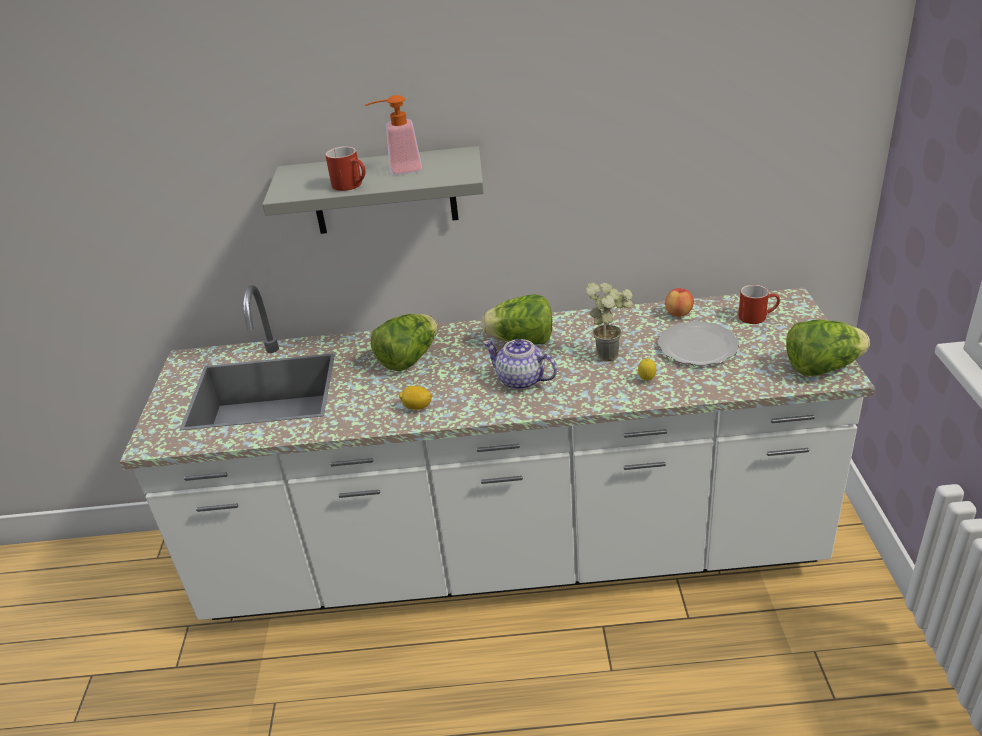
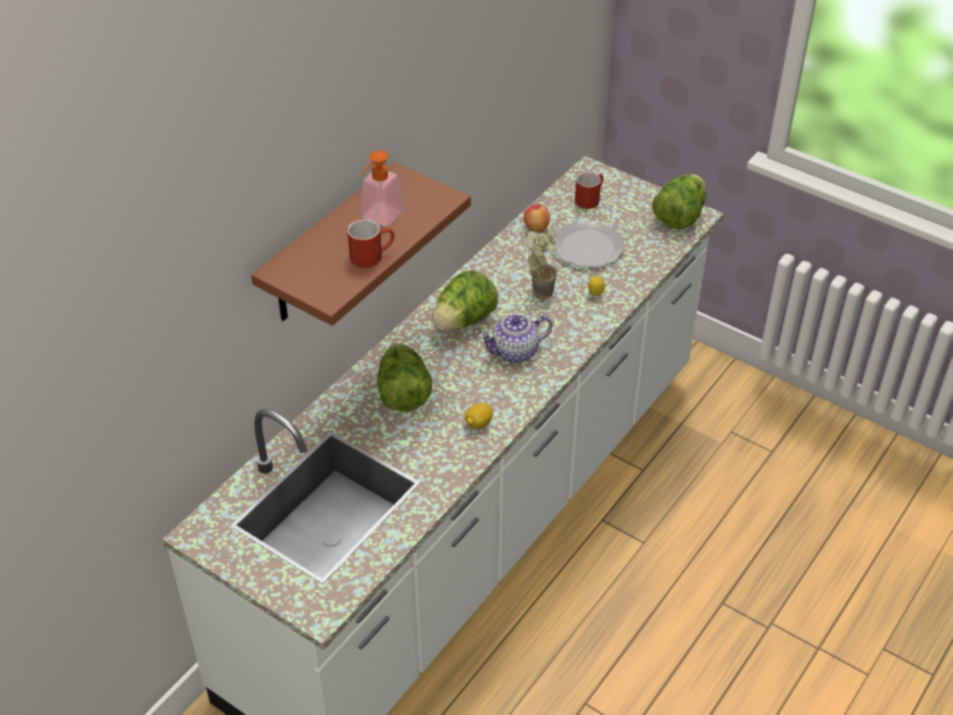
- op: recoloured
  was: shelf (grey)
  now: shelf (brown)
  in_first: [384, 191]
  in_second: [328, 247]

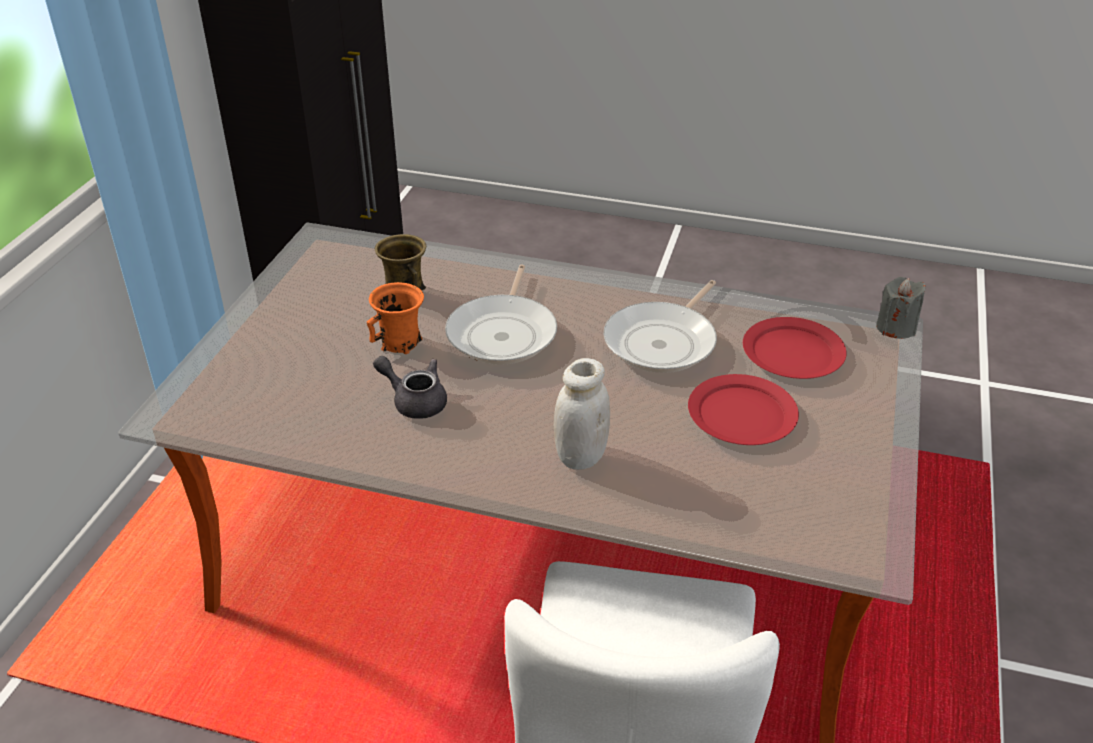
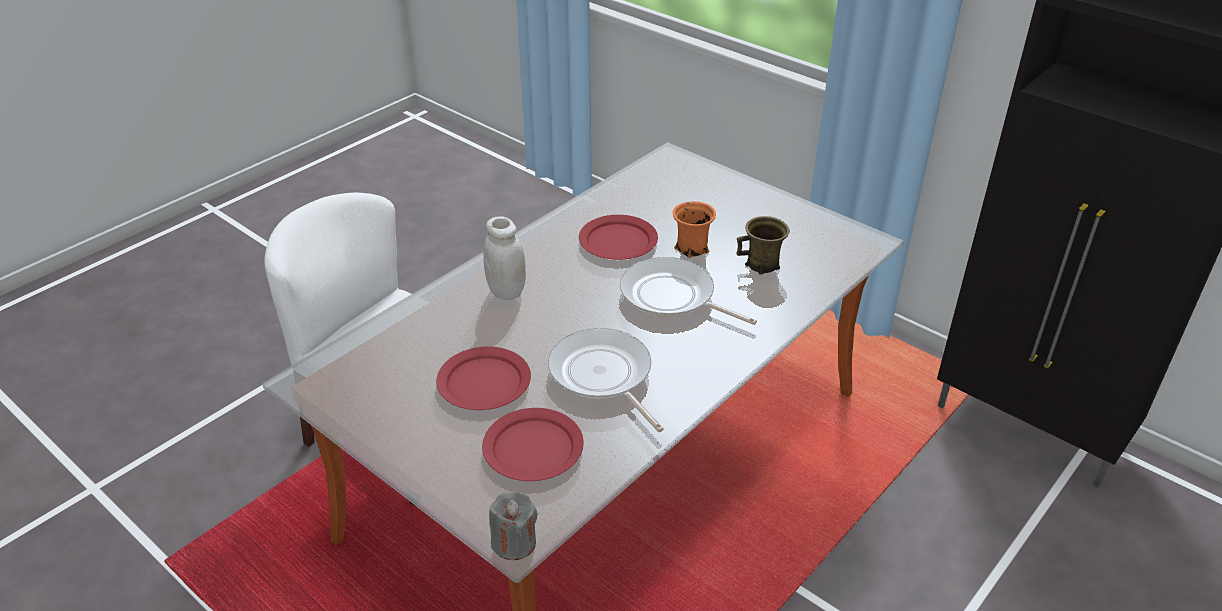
- op: replaced
  was: teapot (grey)
  now: plate (red)
  in_first: [414, 401]
  in_second: [618, 240]

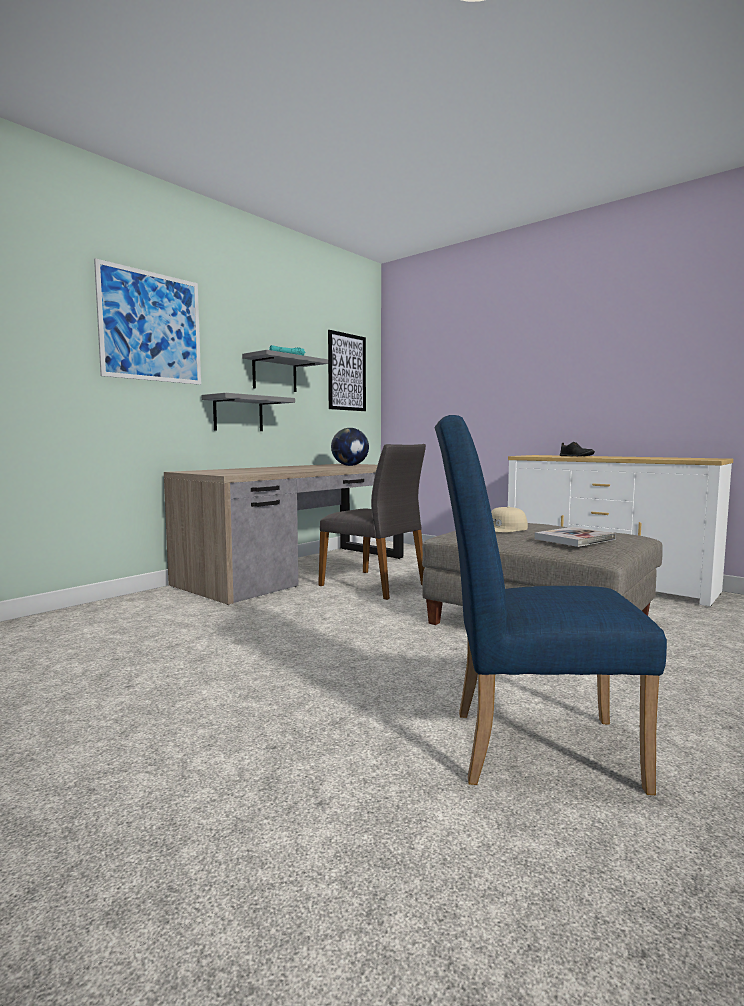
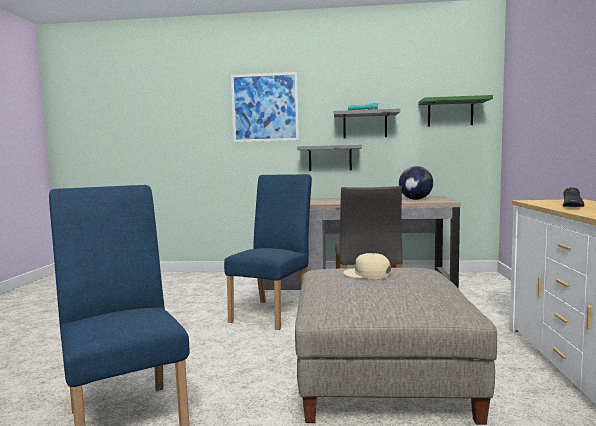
- op: replaced
  was: picture
  now: shelf (green)
  in_first: [346, 372]
  in_second: [450, 113]
- op: removed
  was: book
  in_first: [574, 539]
- op: added
  now: chair (blue)
  in_second: [273, 312]

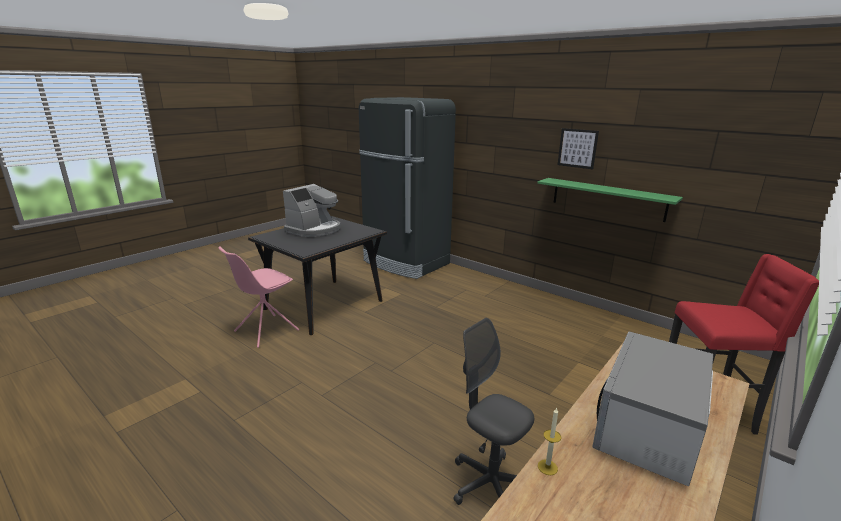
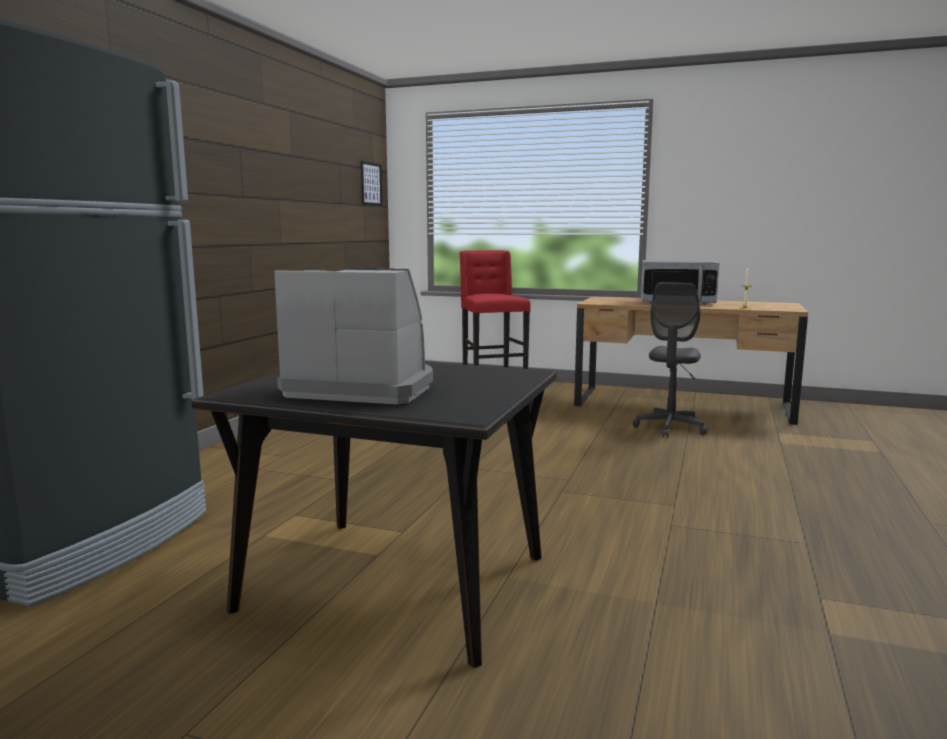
- op: moved
  was: picture
  in_first: [577, 148]
  in_second: [371, 184]
- op: removed
  was: shelf (green)
  in_first: [607, 199]
- op: removed
  was: chair (pink)
  in_first: [265, 331]

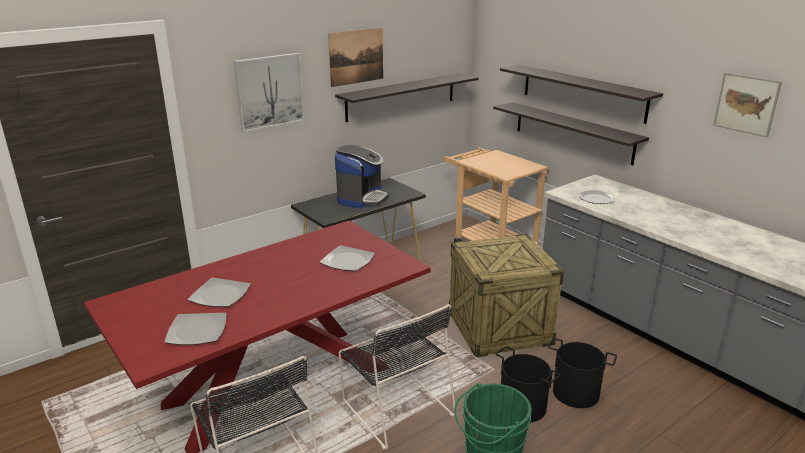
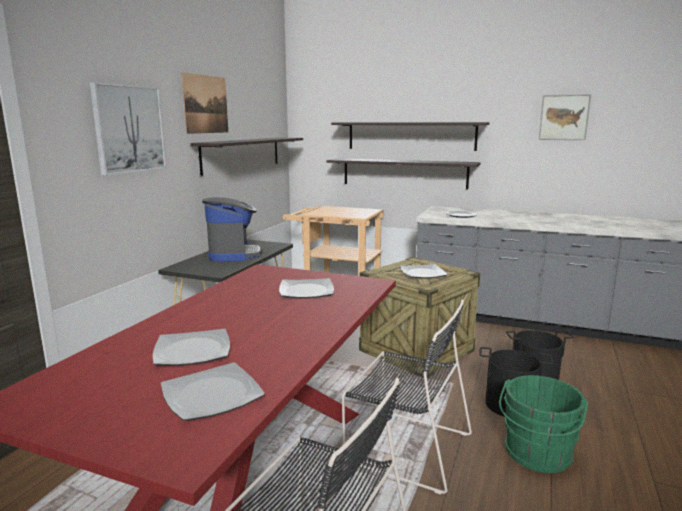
- op: added
  now: plate
  in_second: [422, 273]

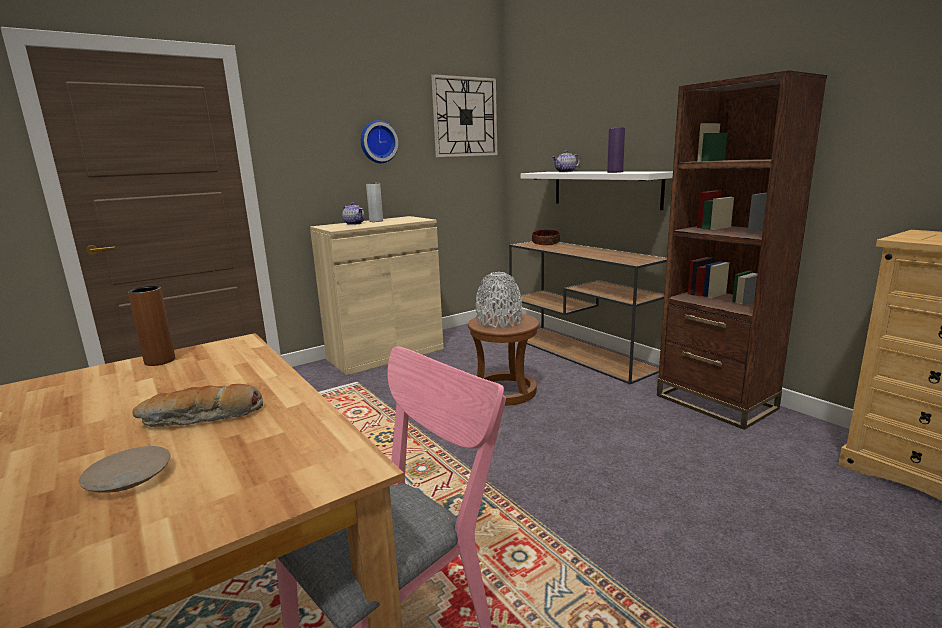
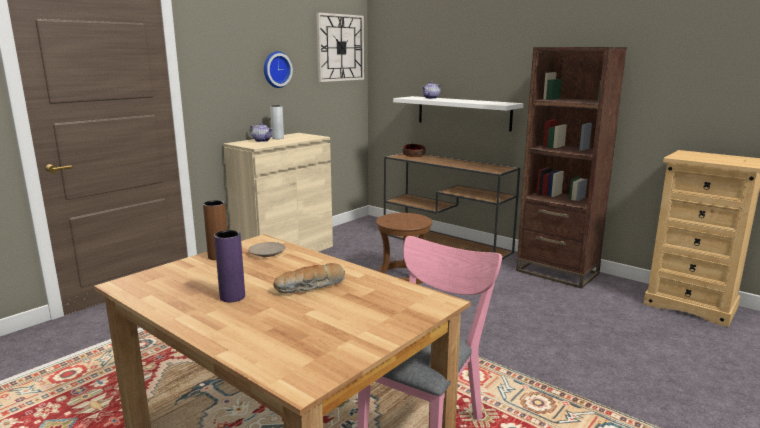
- op: moved
  was: vase (purple)
  in_first: [615, 172]
  in_second: [232, 297]
- op: removed
  was: vase (grey)
  in_first: [499, 321]
- op: moved
  was: plate (beige)
  in_first: [129, 478]
  in_second: [267, 253]

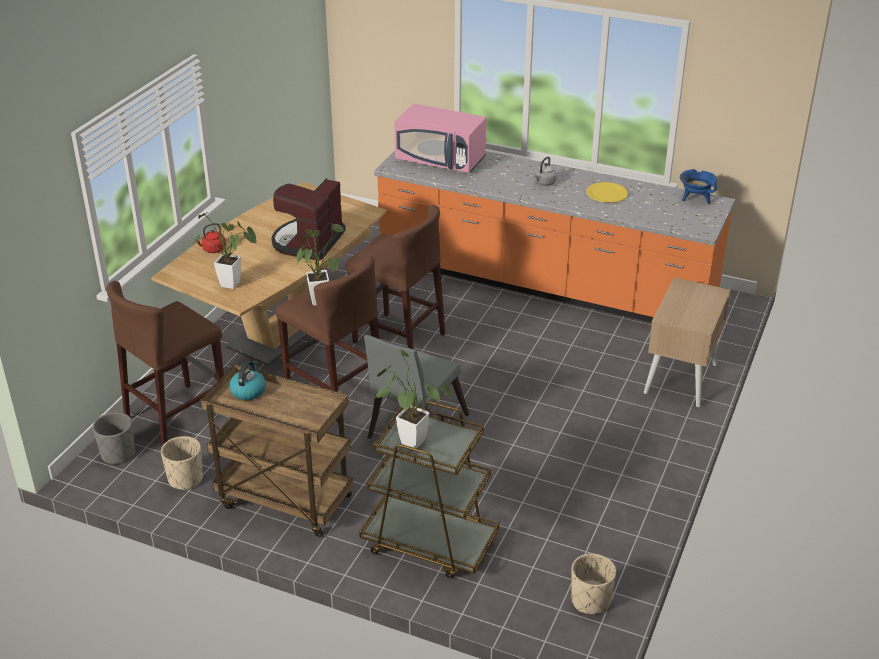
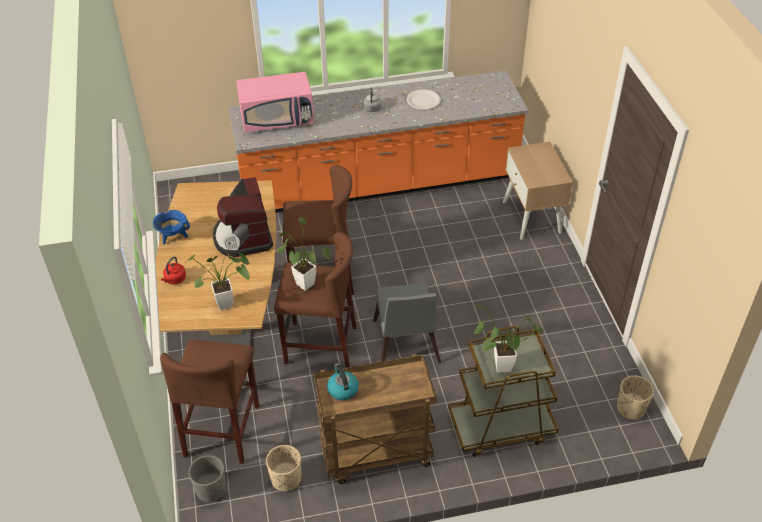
- op: moved
  was: cooking pot (blue)
  in_first: [695, 199]
  in_second: [173, 237]
- op: recoloured
  was: plate (yellow)
  now: plate (white)
  in_first: [607, 194]
  in_second: [423, 100]

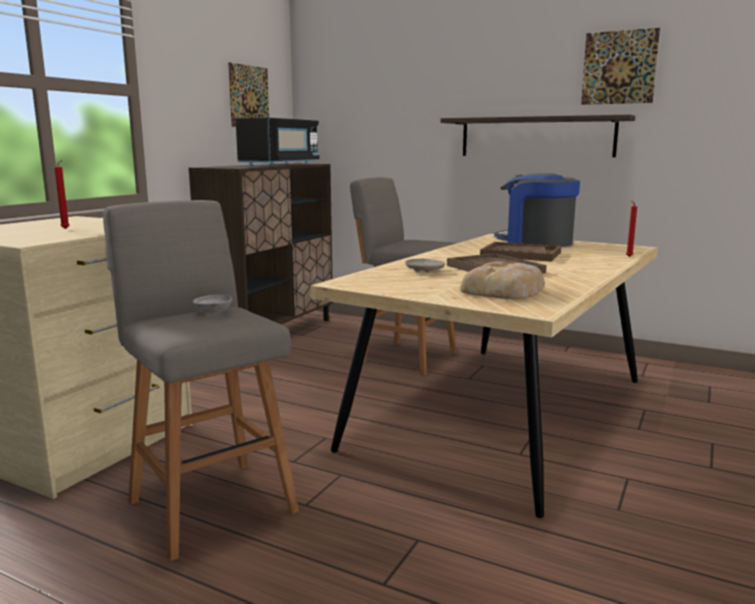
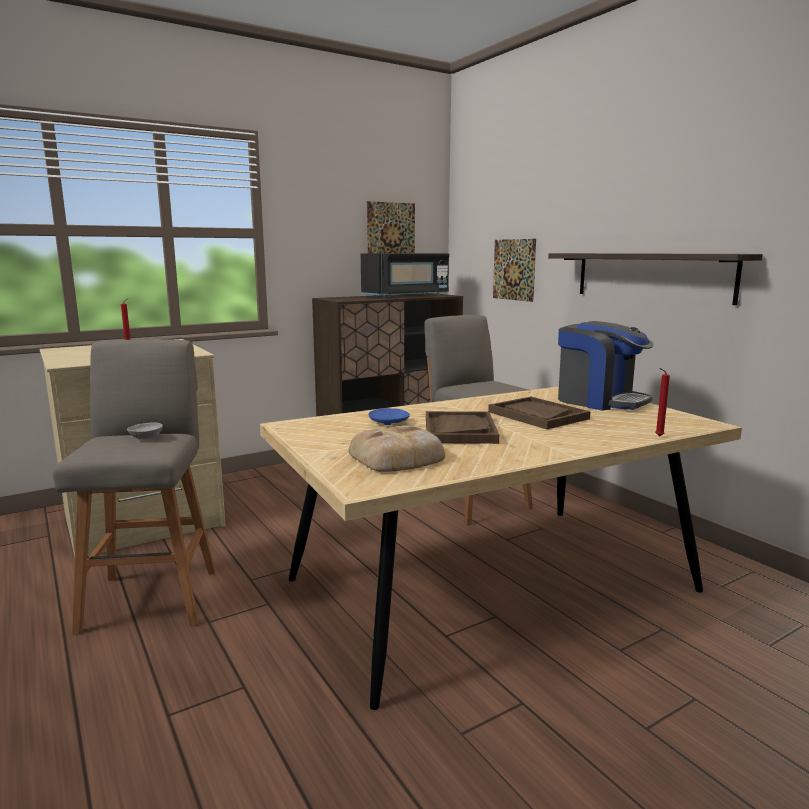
- op: moved
  was: picture
  in_first: [619, 67]
  in_second: [514, 269]
- op: turned
  was: coffee machine
  in_first: [535, 242]
  in_second: [599, 401]
  clockwise: 150
- op: recoloured
  was: plate (beige)
  now: plate (blue)
  in_first: [425, 271]
  in_second: [389, 422]

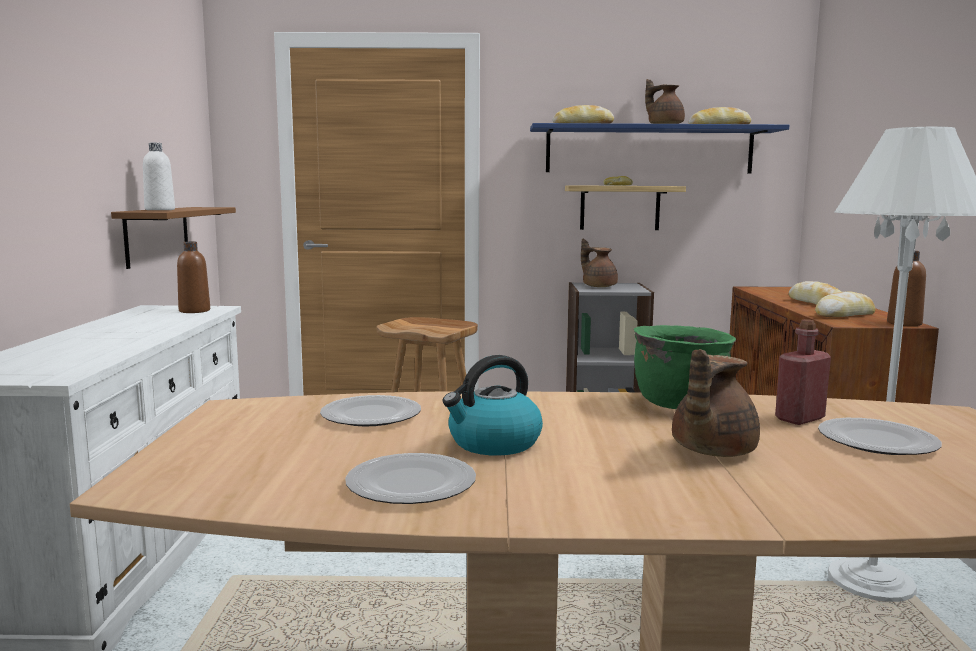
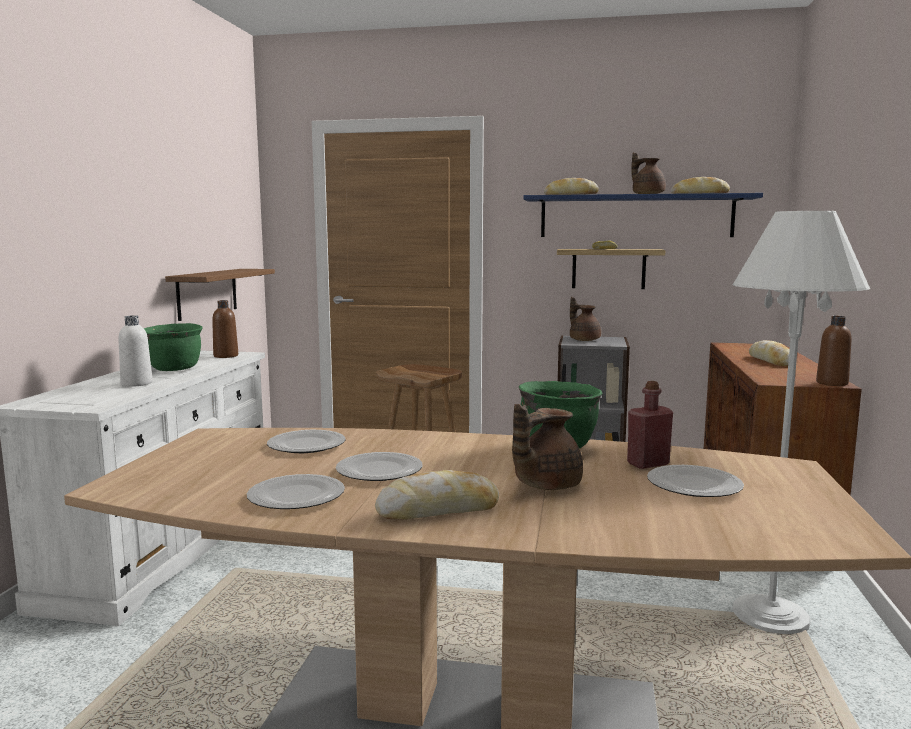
- op: moved
  was: bottle (white)
  in_first: [160, 210]
  in_second: [136, 383]
- op: moved
  was: bread
  in_first: [845, 315]
  in_second: [438, 510]
- op: replaced
  was: kettle
  now: plate
  in_first: [493, 443]
  in_second: [380, 470]
- op: added
  now: cooking pot (green)
  in_second: [174, 369]

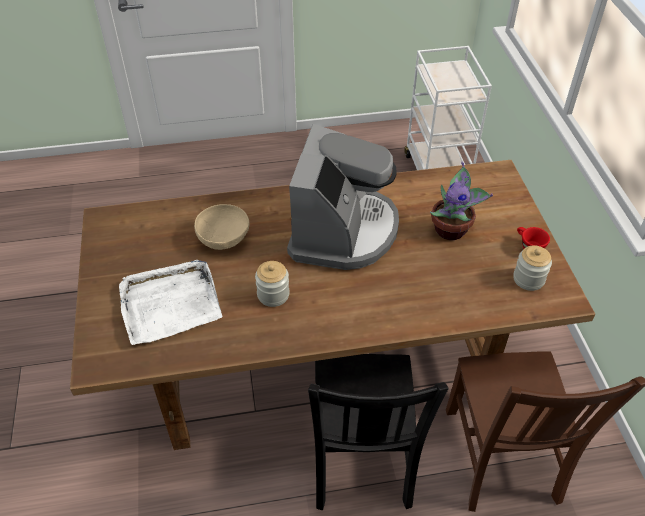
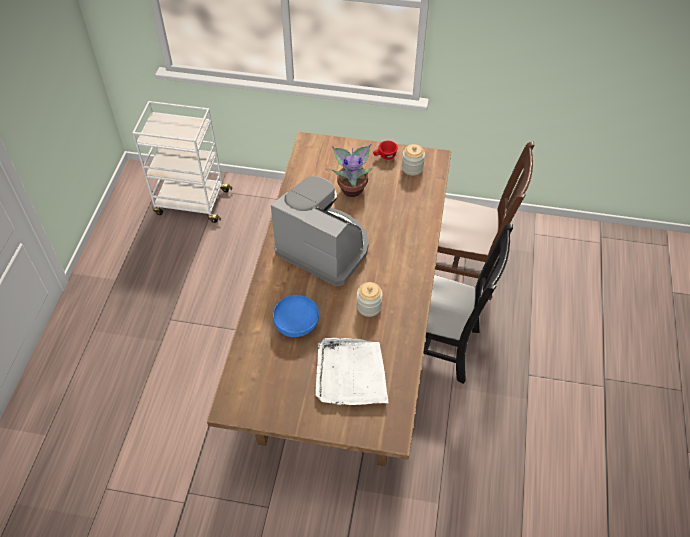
- op: recoloured
  was: bowl (beige)
  now: bowl (blue)
  in_first: [224, 238]
  in_second: [296, 323]

